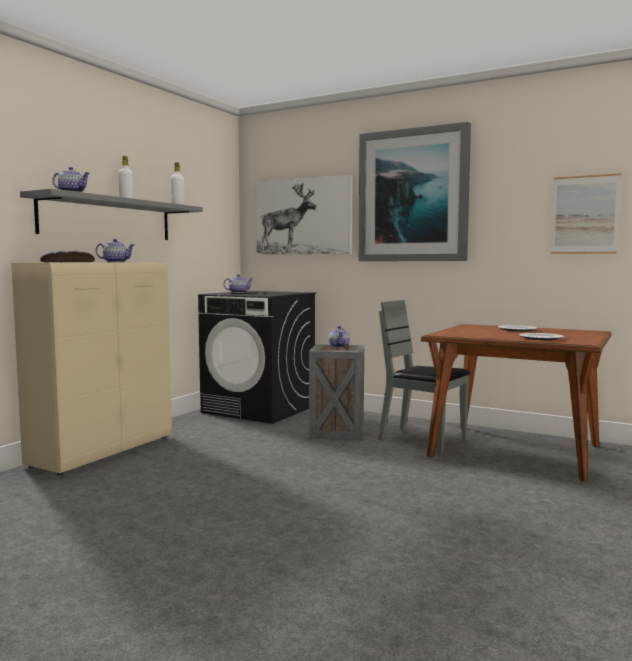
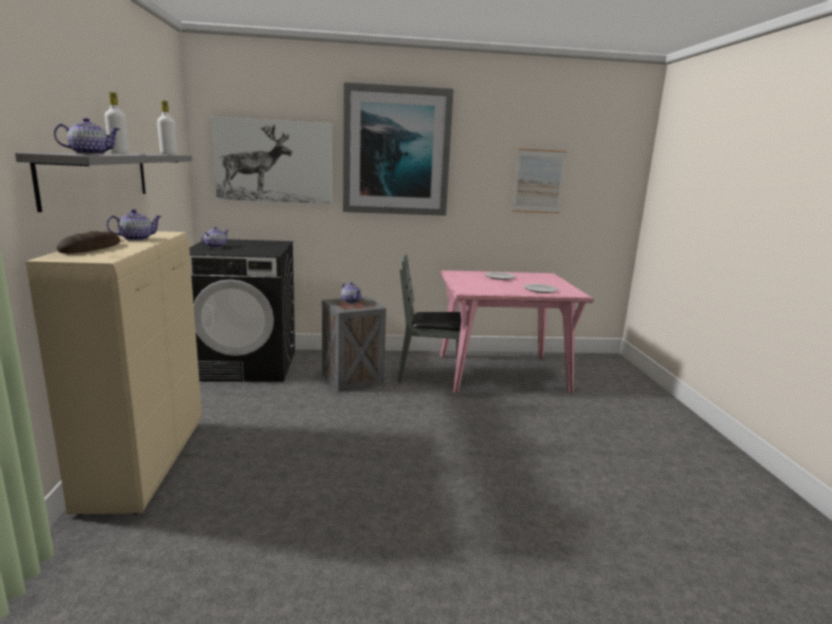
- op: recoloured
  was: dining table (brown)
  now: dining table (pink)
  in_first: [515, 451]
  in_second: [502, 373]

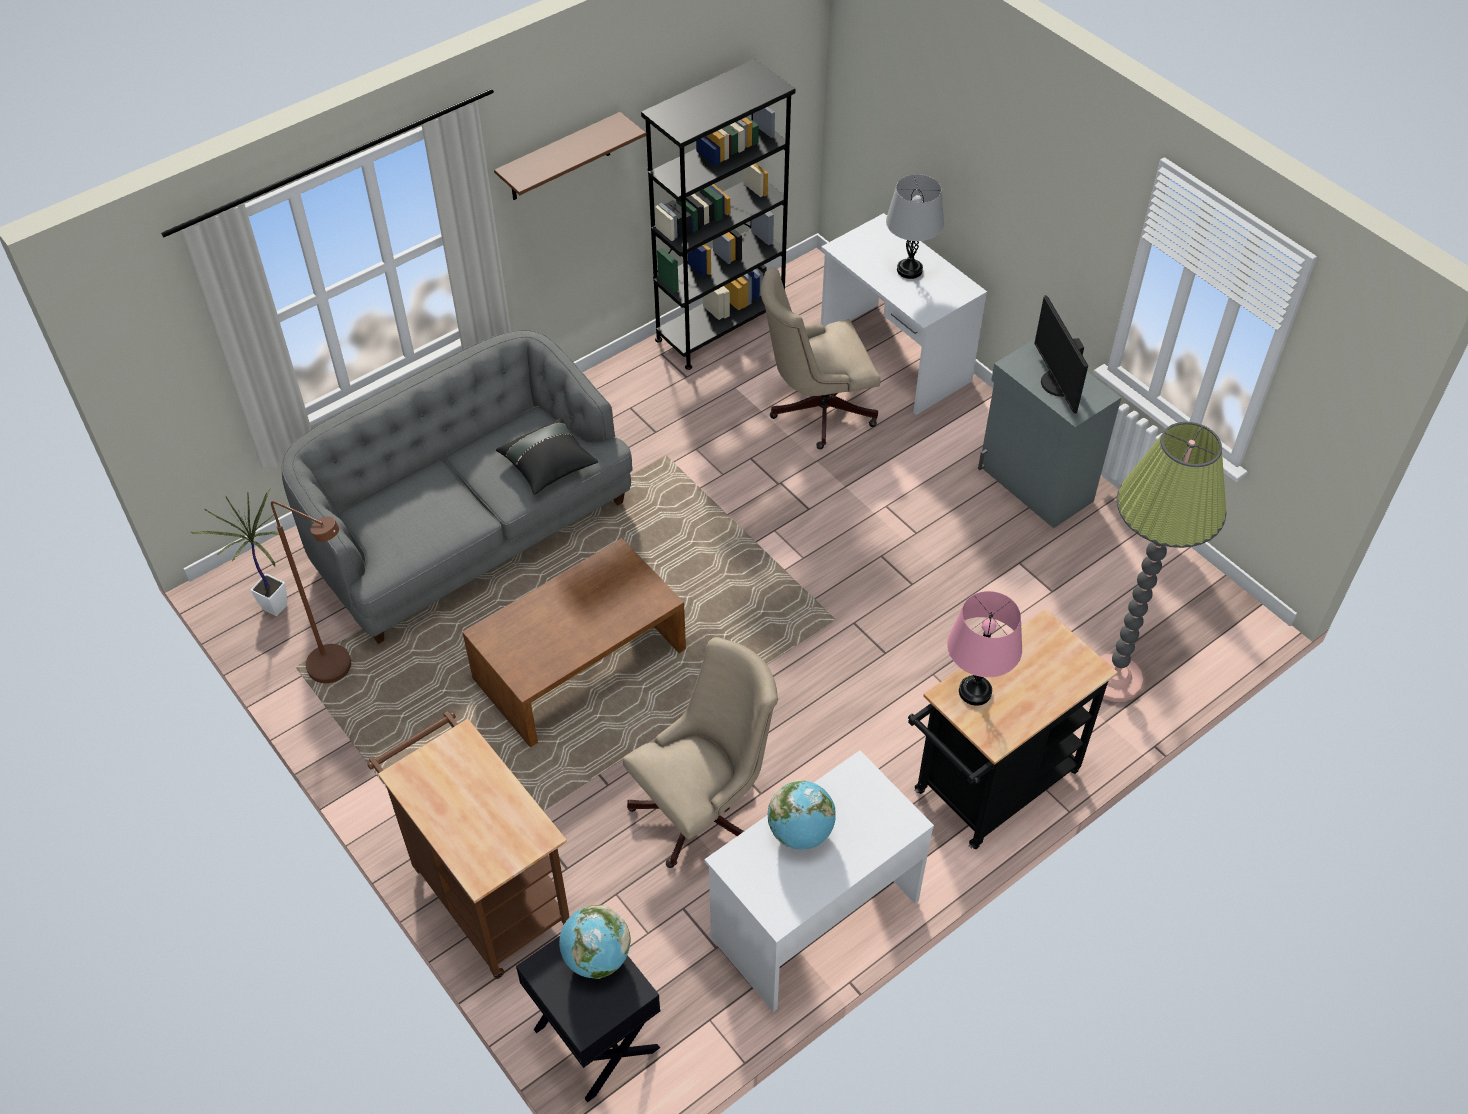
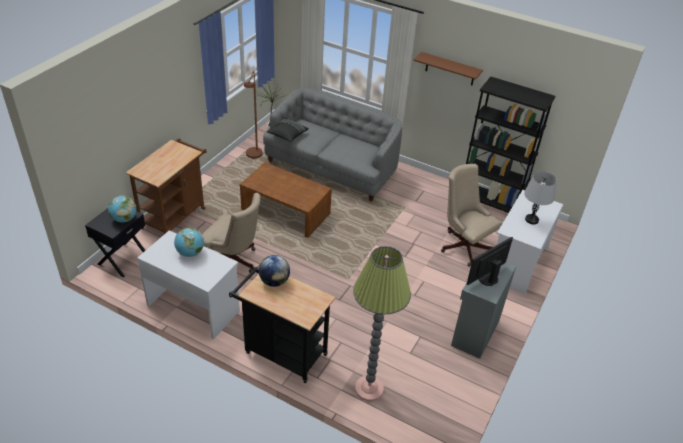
- op: moved
  was: pillow (black)
  in_first: [548, 466]
  in_second: [287, 135]
- op: replaced
  was: table lamp (pink)
  now: globe
  in_first: [975, 691]
  in_second: [274, 281]

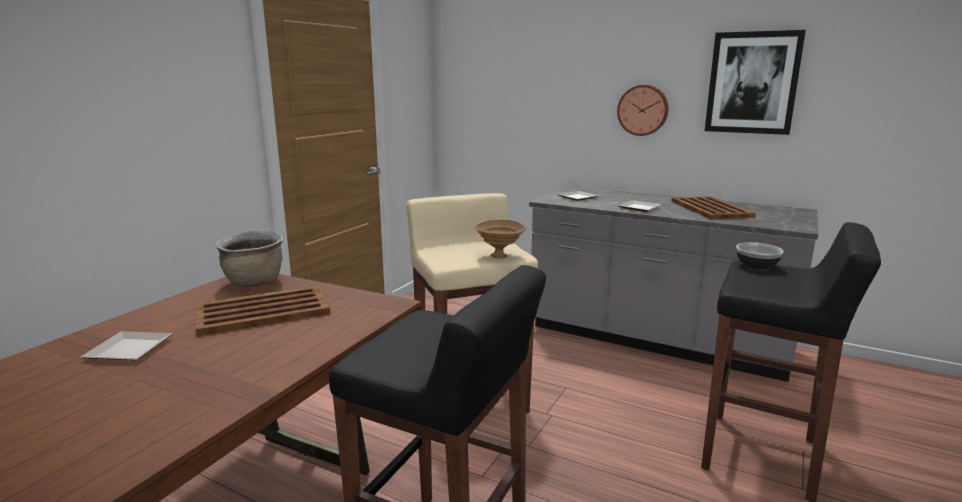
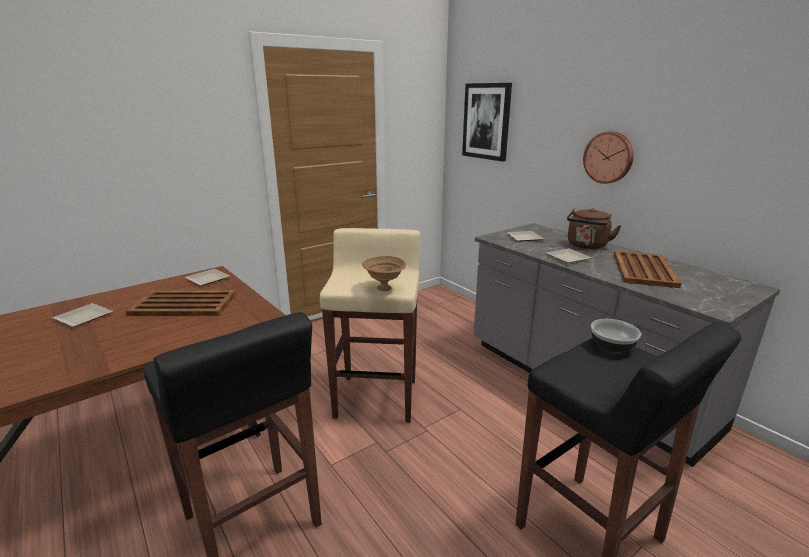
- op: moved
  was: picture
  in_first: [752, 83]
  in_second: [486, 121]
- op: replaced
  was: cooking pot (brown)
  now: plate
  in_first: [255, 283]
  in_second: [210, 279]
- op: added
  now: kettle (brown)
  in_second: [586, 246]

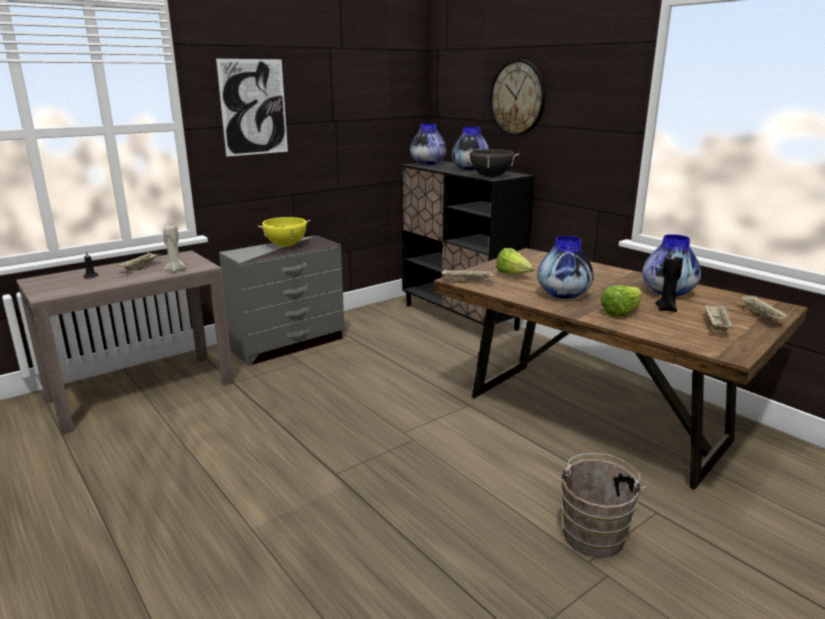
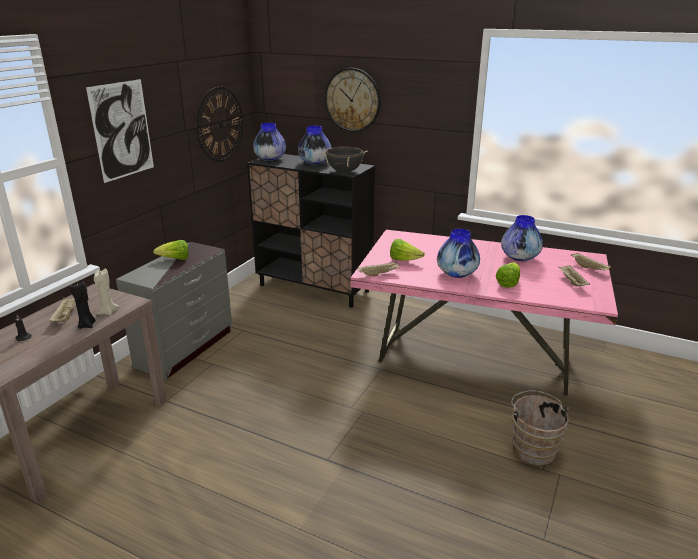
- op: replaced
  was: cooking pot (yellow)
  now: lettuce
  in_first: [286, 245]
  in_second: [175, 259]
- op: recoloured
  was: dining table (brown)
  now: dining table (pink)
  in_first: [592, 418]
  in_second: [472, 357]
- op: moved
  was: candle (black)
  in_first: [666, 309]
  in_second: [87, 325]
- op: added
  now: wall clock
  in_second: [220, 124]

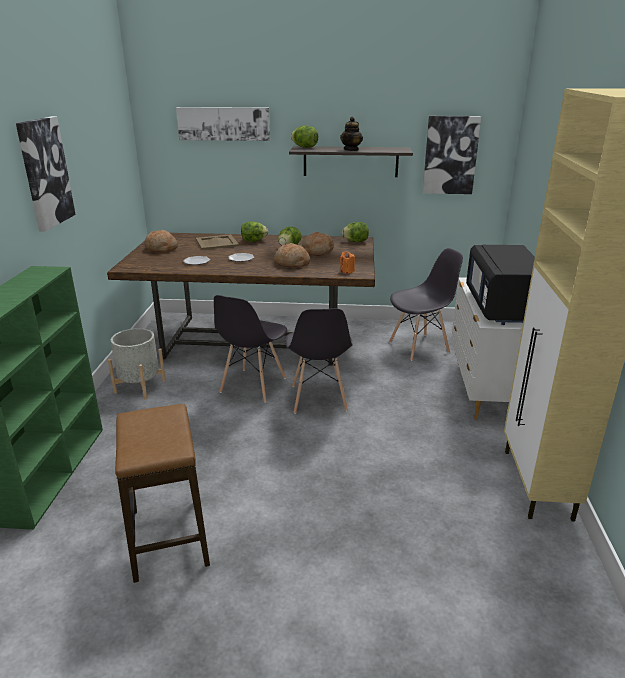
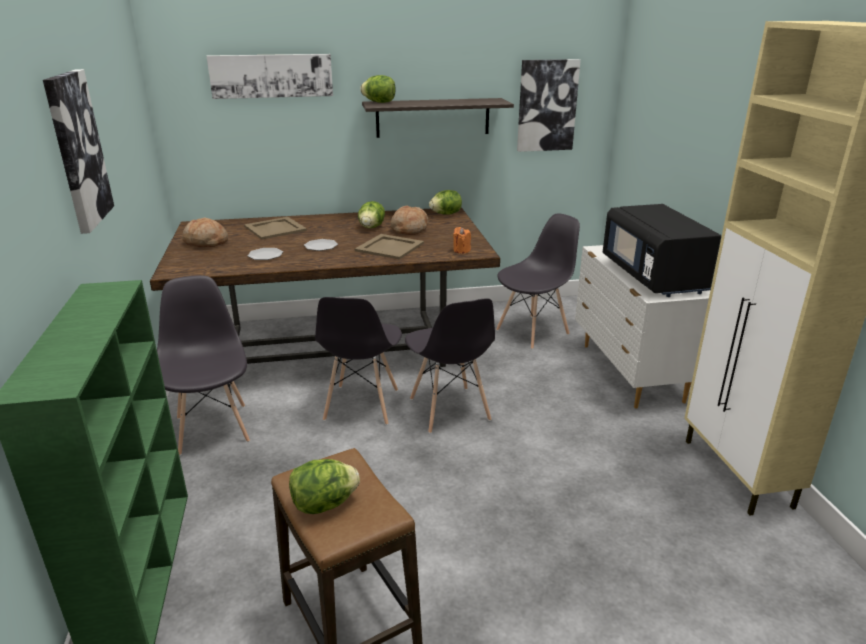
- op: removed
  was: teapot
  in_first: [351, 150]
- op: moved
  was: lettuce
  in_first: [254, 241]
  in_second: [324, 504]
- op: replaced
  was: bread
  now: tray (beige)
  in_first: [292, 263]
  in_second: [389, 247]
- op: replaced
  was: planter (grey)
  now: chair (grey)
  in_first: [140, 387]
  in_second: [213, 428]

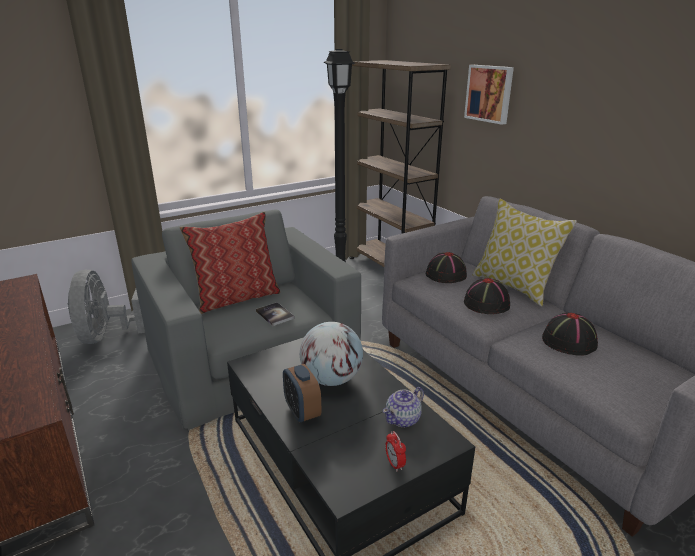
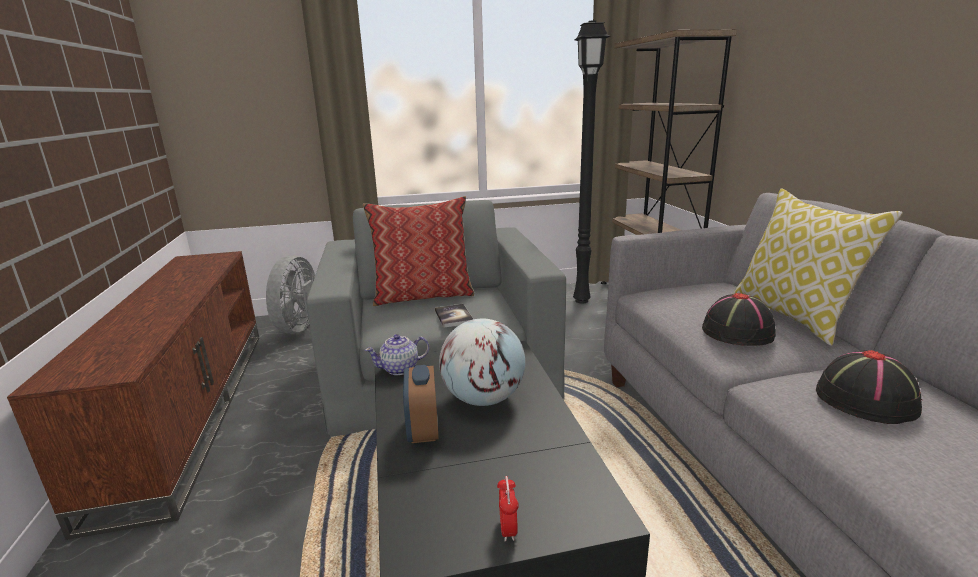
- op: removed
  was: picture
  in_first: [489, 93]
- op: removed
  was: hat (black)
  in_first: [445, 275]
- op: moved
  was: teapot
  in_first: [403, 419]
  in_second: [400, 369]

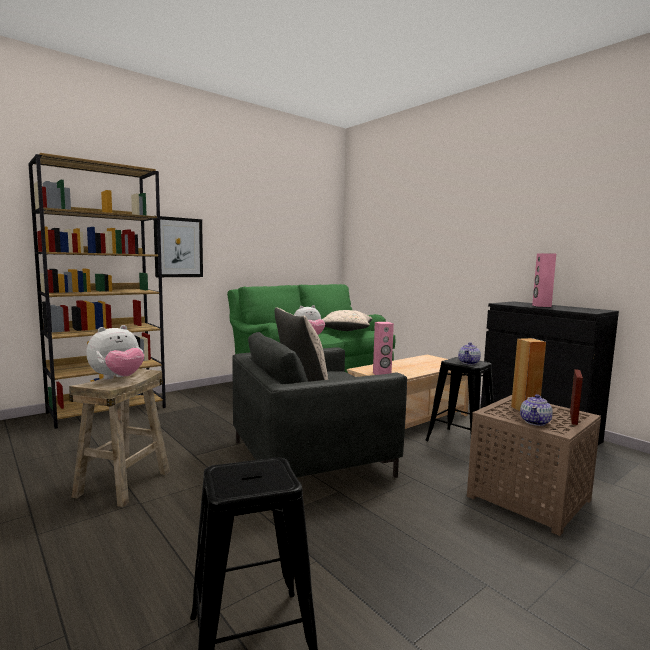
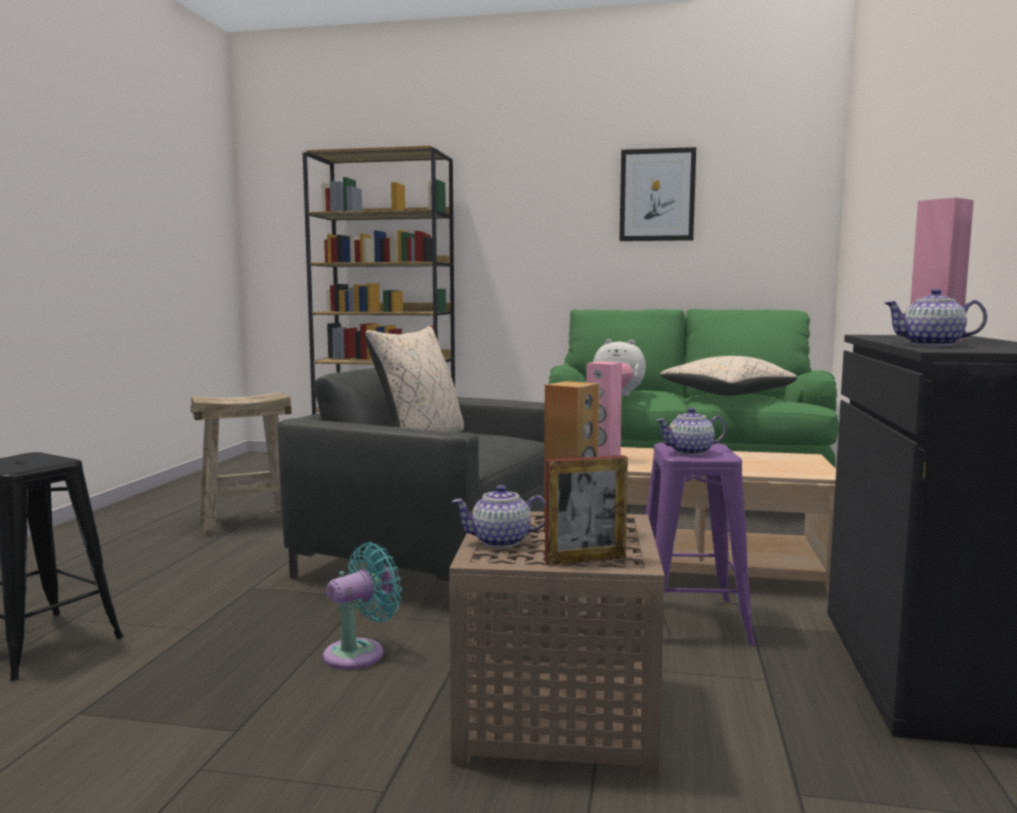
- op: moved
  was: picture
  in_first: [178, 247]
  in_second: [657, 195]
- op: removed
  was: plush toy
  in_first: [118, 378]
- op: recoloured
  was: stool (black)
  now: stool (purple)
  in_first: [460, 441]
  in_second: [690, 620]
- op: added
  now: teapot
  in_second: [932, 344]
- op: added
  now: fan (turquoise)
  in_second: [360, 653]

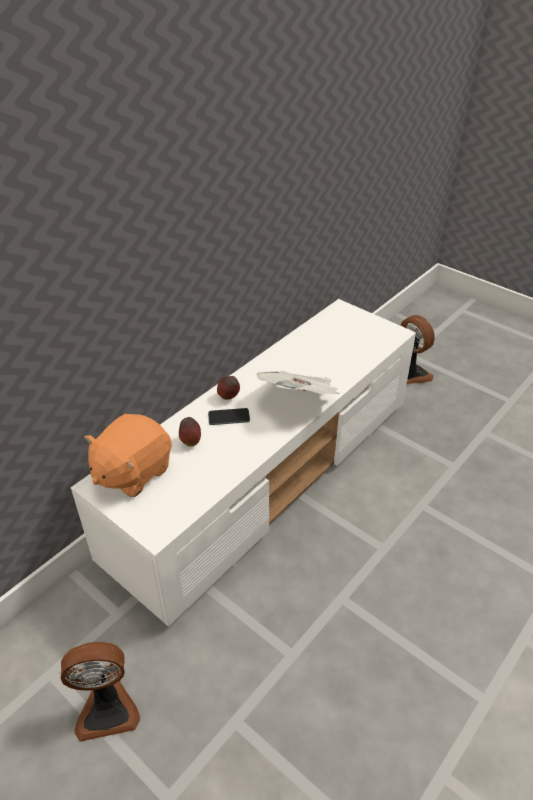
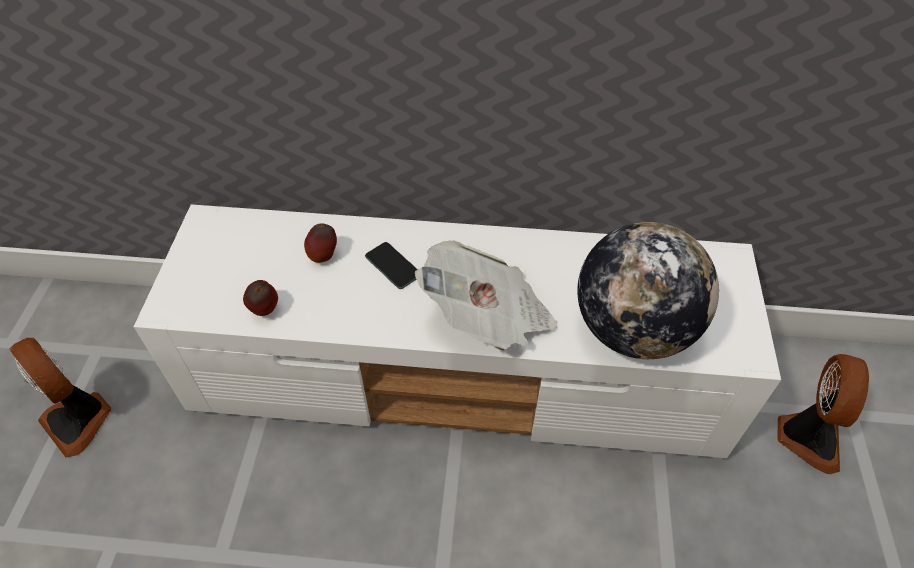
- op: moved
  was: apple
  in_first: [229, 397]
  in_second: [264, 311]
- op: removed
  was: plush toy (orange)
  in_first: [132, 472]
- op: added
  now: globe
  in_second: [632, 329]

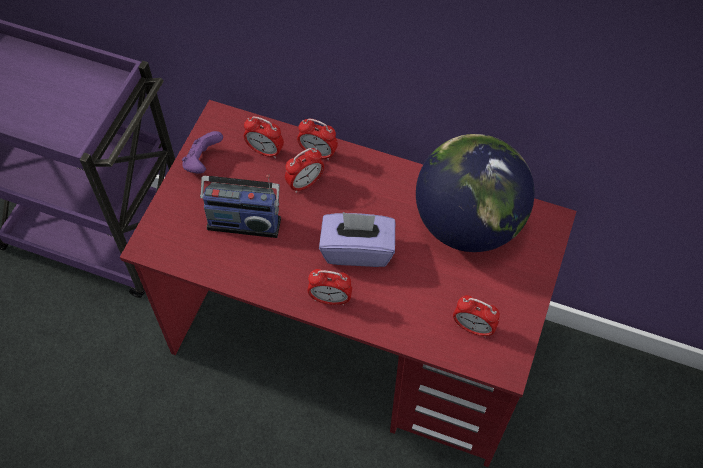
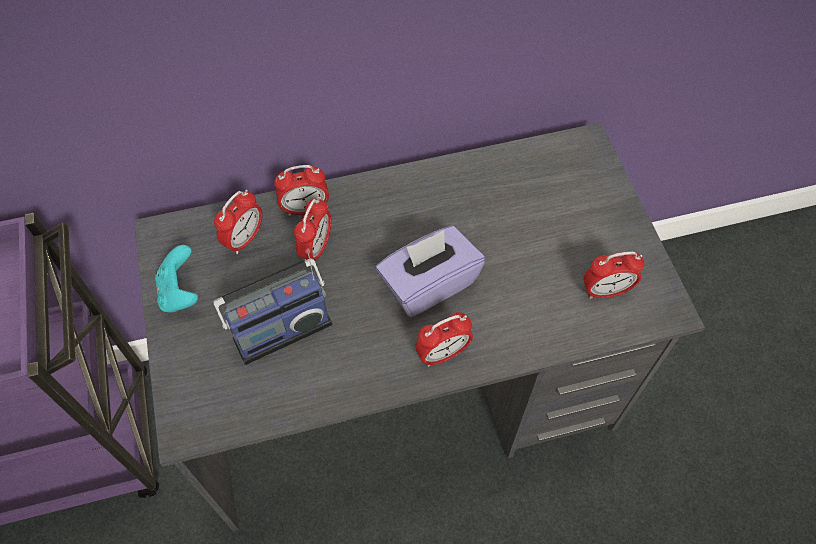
- op: recoloured
  was: desk (red)
  now: desk (grey)
  in_first: [352, 342]
  in_second: [407, 396]
- op: turned
  was: alarm clock
  in_first: [265, 151]
  in_second: [244, 239]
  clockwise: -45
- op: recoloured
  was: game controller (purple)
  now: game controller (turquoise)
  in_first: [203, 162]
  in_second: [180, 292]
- op: removed
  was: globe
  in_first: [467, 224]

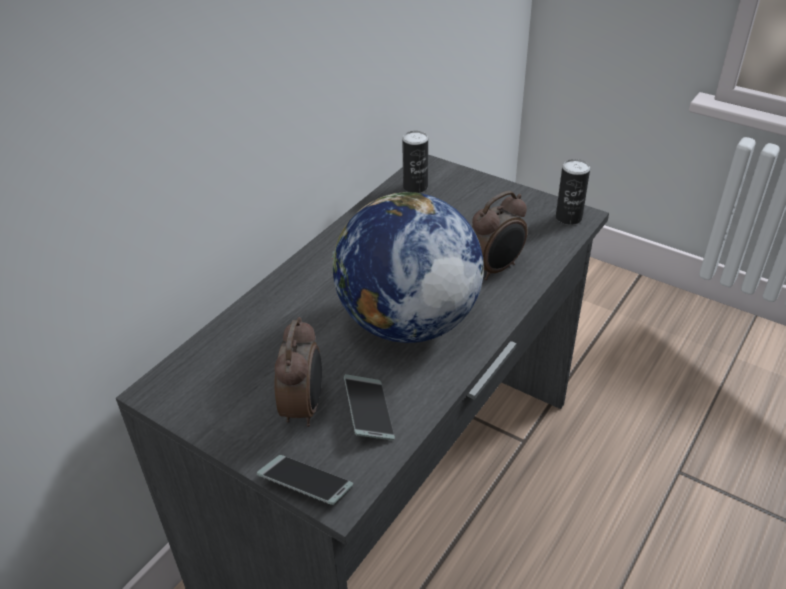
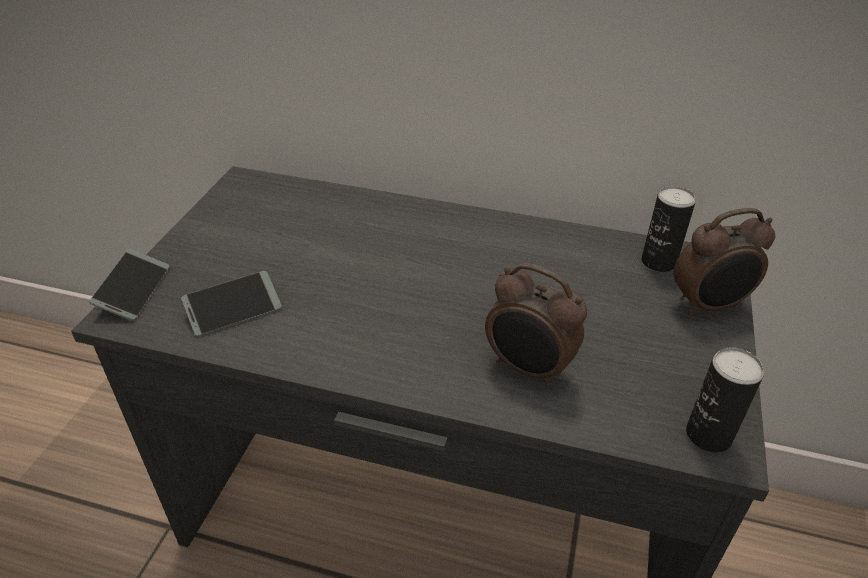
- op: removed
  was: globe
  in_first: [407, 323]
- op: moved
  was: alarm clock
  in_first: [304, 407]
  in_second: [709, 306]

